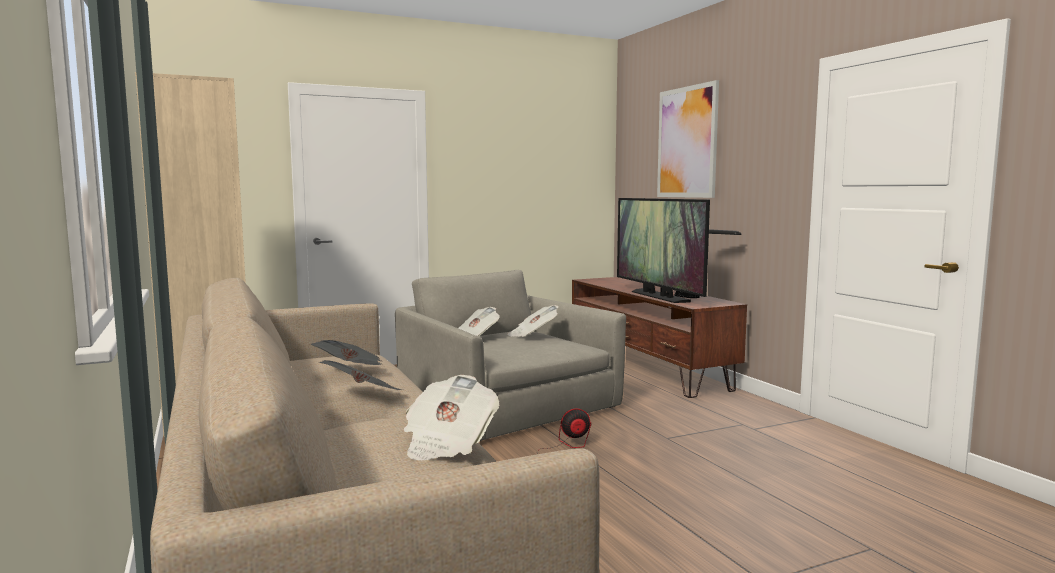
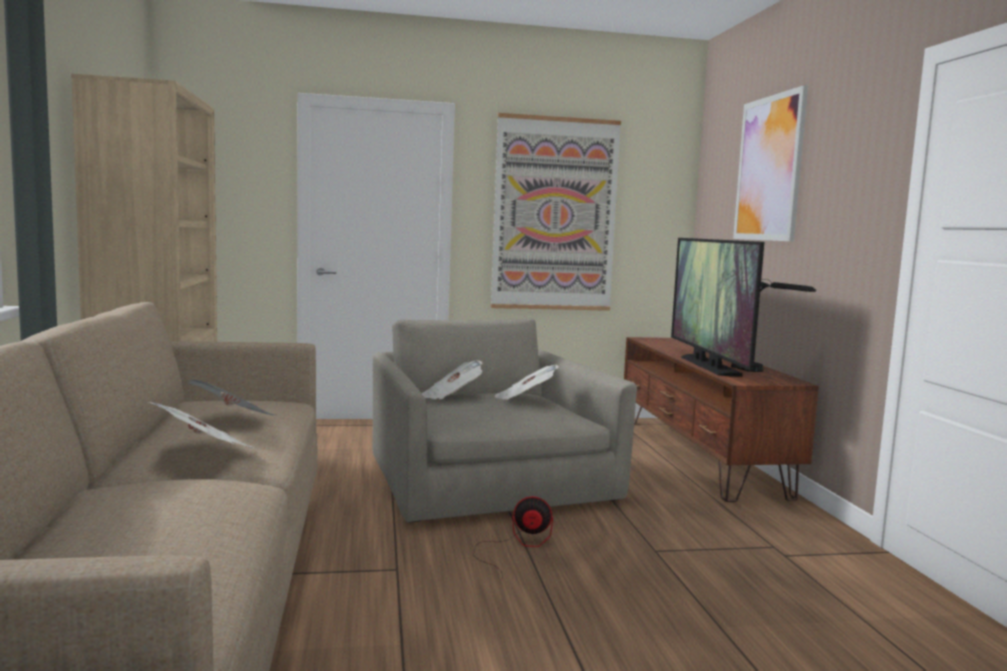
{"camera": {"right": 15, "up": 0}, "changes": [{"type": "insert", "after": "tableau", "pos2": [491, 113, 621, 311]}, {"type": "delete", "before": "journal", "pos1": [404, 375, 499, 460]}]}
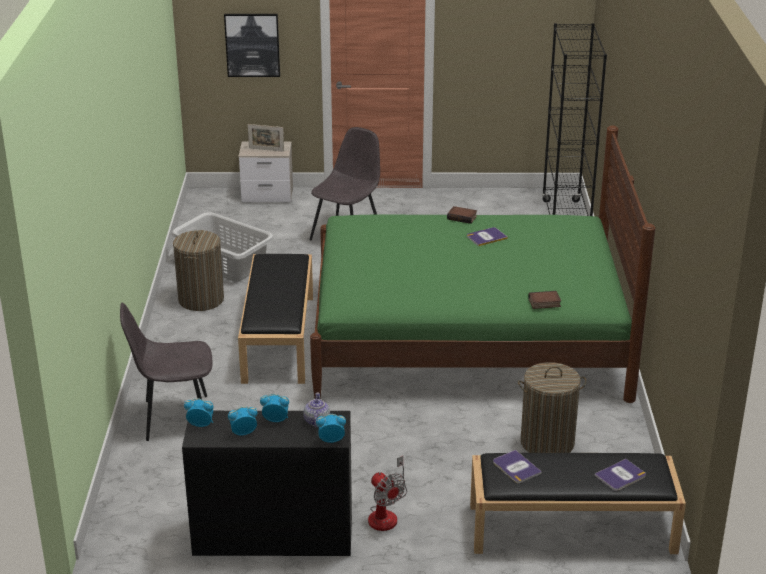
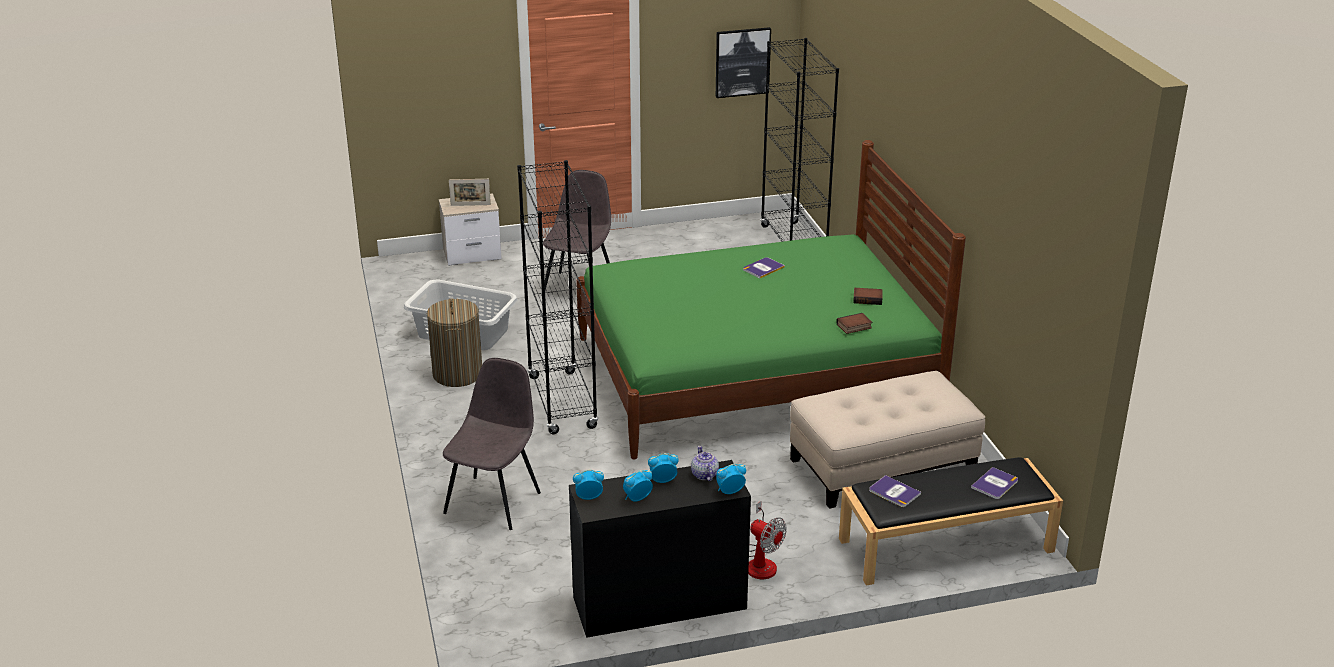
{"camera": {"right": -15, "up": 0}, "changes": [{"type": "rotate", "before": "chaise (gris)", "pos1": [120, 303, 212, 441], "pos2": [443, 358, 541, 530], "turn": 135}, {"type": "replace", "before": "banc (noir)", "after": "bibliothèque (noir)", "pos1": [238, 254, 313, 384], "pos2": [517, 160, 598, 434]}, {"type": "move", "before": "tableau", "pos1": [224, 14, 280, 77], "pos2": [716, 27, 771, 98]}, {"type": "replace", "before": "panier à linge", "after": "pouf (beige)", "pos1": [518, 362, 587, 453], "pos2": [790, 371, 985, 509]}, {"type": "move", "before": "livre", "pos1": [447, 206, 477, 224], "pos2": [853, 288, 882, 305]}]}
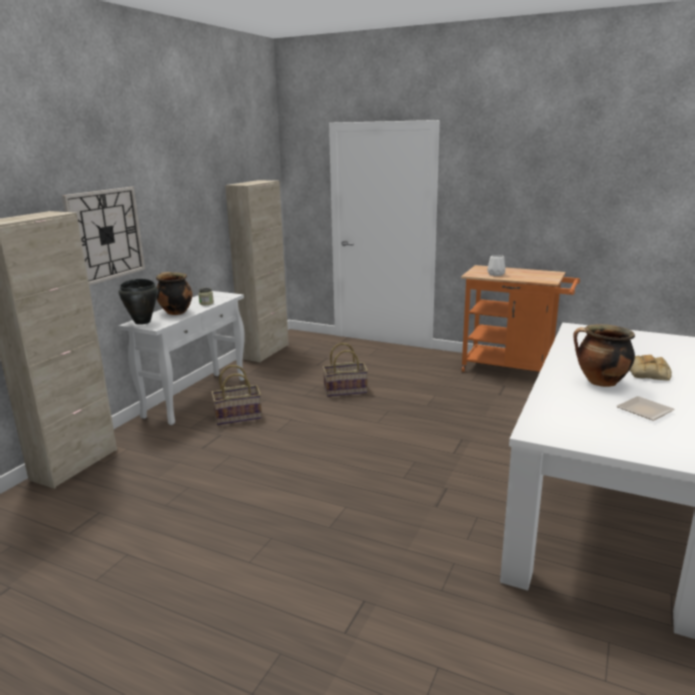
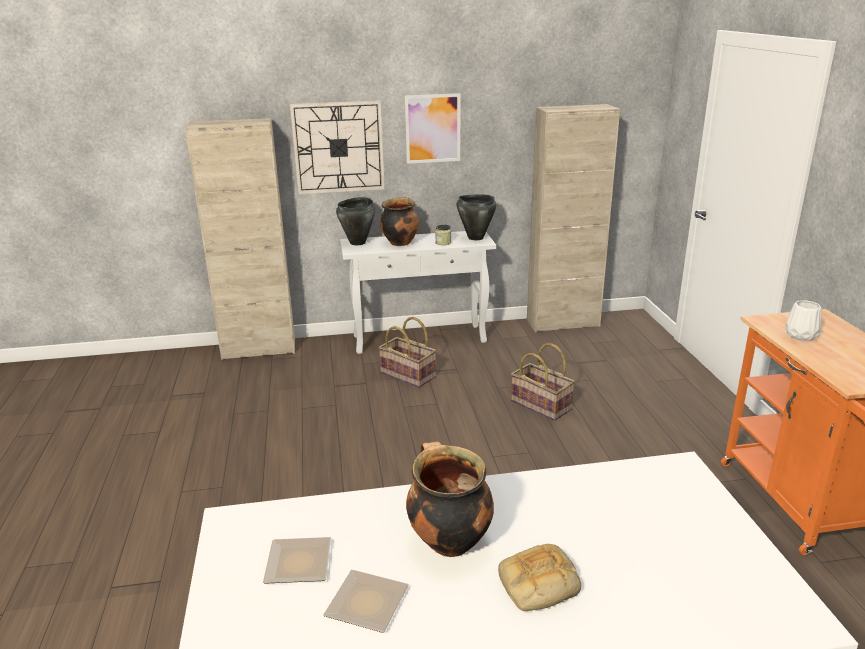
{"camera": {"right": 55, "up": 5}, "changes": [{"type": "insert", "after": "assiette", "pos2": [263, 537, 331, 584]}, {"type": "insert", "after": "tableau", "pos2": [405, 93, 460, 164]}, {"type": "insert", "after": "marmite (noir)", "pos2": [457, 194, 496, 240]}]}
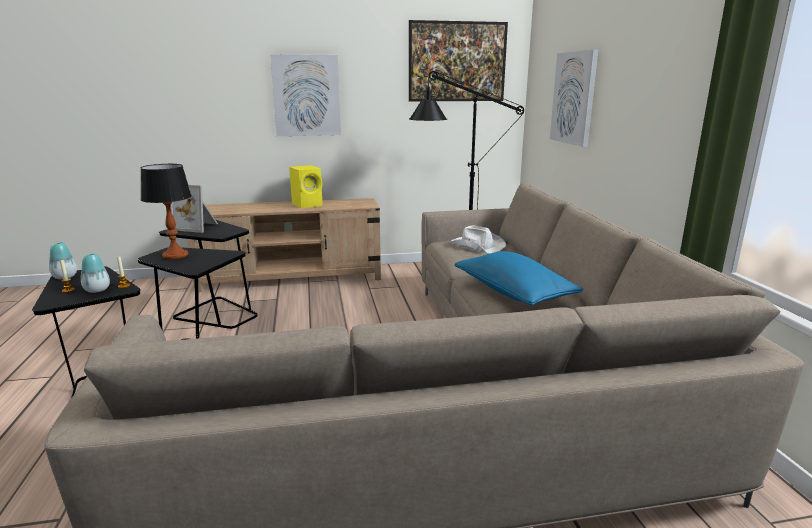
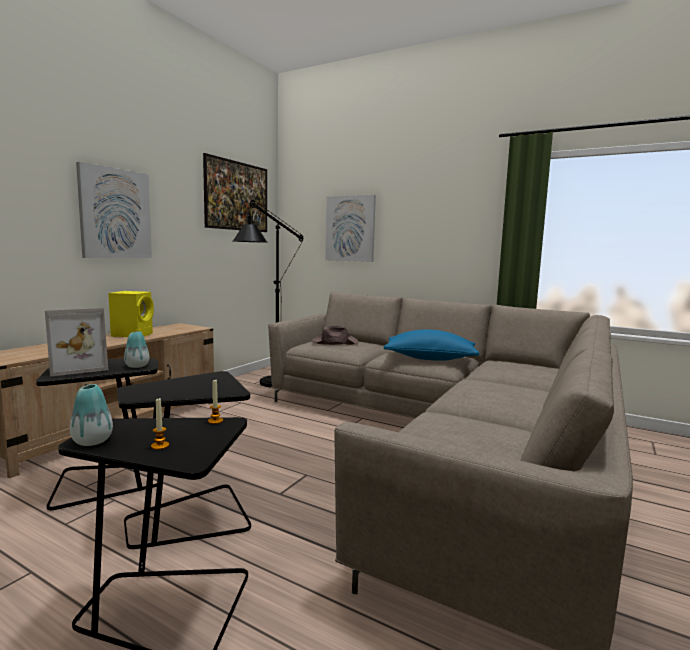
{"camera": {"right": -50, "up": -10}, "changes": [{"type": "move", "before": "vase", "pos1": [81, 254, 110, 293], "pos2": [124, 331, 149, 368]}, {"type": "recolor", "before": "chapeau (blanc)", "after": "chapeau (marron)", "pos1": [450, 225, 506, 253], "pos2": [312, 326, 359, 345]}, {"type": "delete", "before": "lampe de table", "pos1": [141, 164, 192, 260]}]}
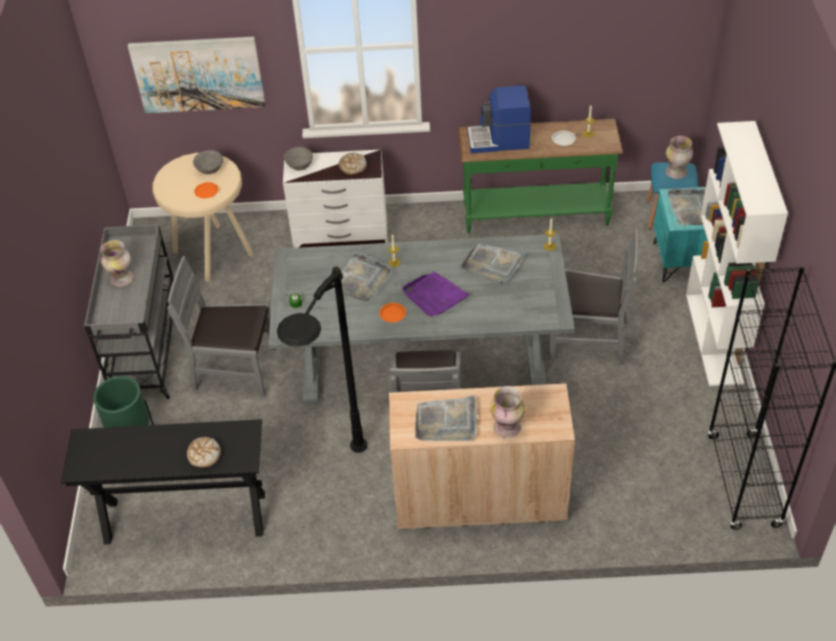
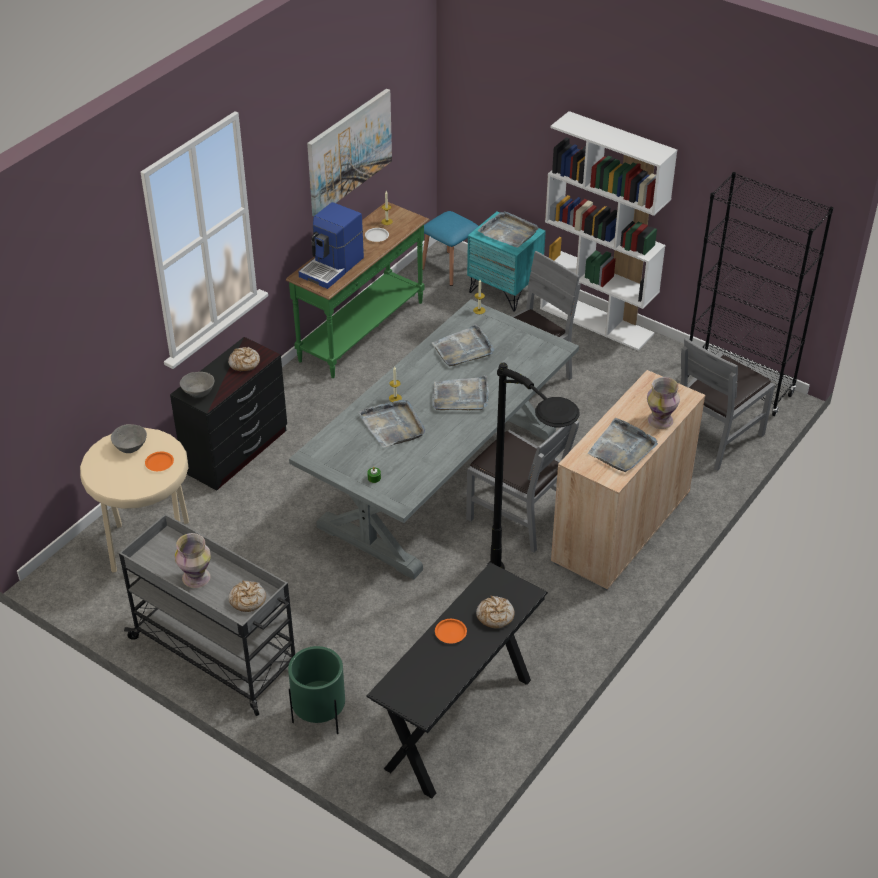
{"camera": {"right": -55, "up": -5}, "changes": [{"type": "recolor", "before": "commode (blanc)", "after": "commode (noir)", "pos1": [283, 149, 388, 248], "pos2": [170, 337, 287, 491]}, {"type": "insert", "after": "pain", "pos2": [229, 580, 266, 612]}, {"type": "move", "before": "tableau", "pos1": [128, 37, 266, 113], "pos2": [307, 89, 392, 217]}, {"type": "recolor", "before": "plateau (violet)", "after": "plateau (gris)", "pos1": [402, 271, 471, 317], "pos2": [433, 375, 489, 410]}, {"type": "move", "before": "assiette (orange)", "pos1": [379, 303, 406, 323], "pos2": [435, 619, 467, 643]}, {"type": "move", "before": "chaise (gris)", "pos1": [167, 256, 277, 397], "pos2": [681, 338, 775, 471]}, {"type": "delete", "before": "vase", "pos1": [666, 136, 693, 179]}]}
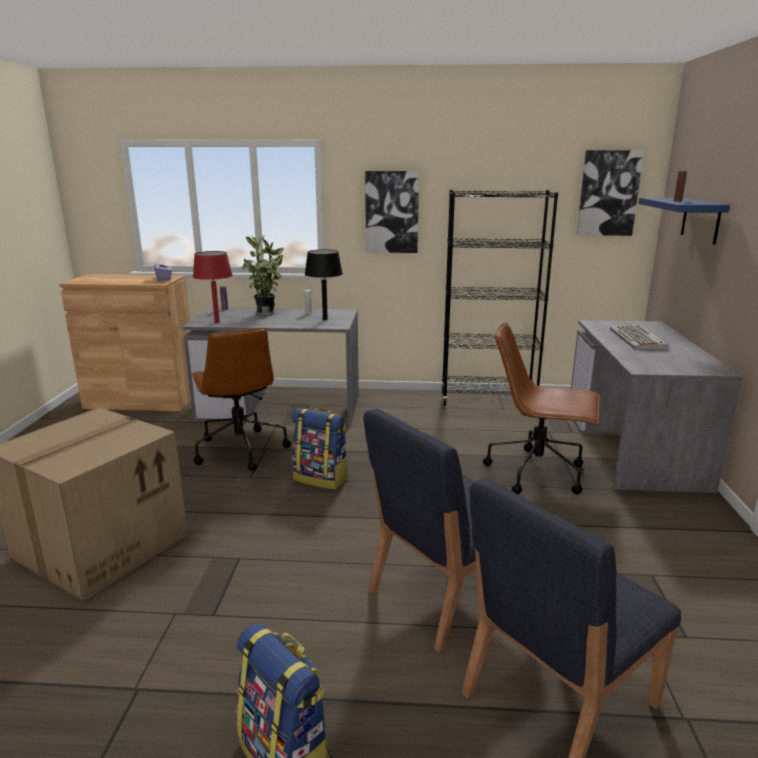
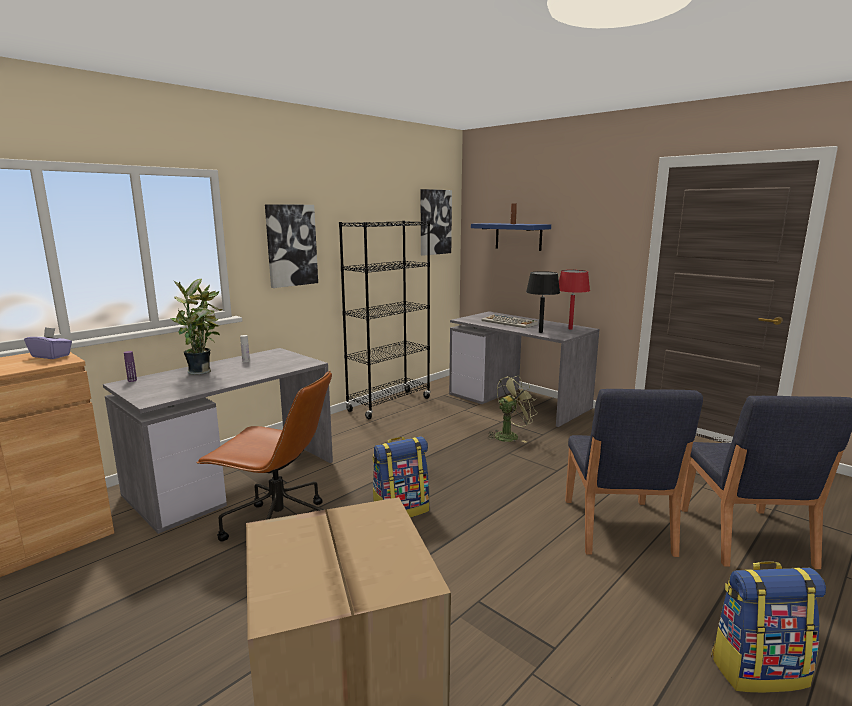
{"camera": {"right": -50, "up": -5}, "changes": [{"type": "replace", "before": "chaise de bureau (marron)", "after": "ventilateur (vert)", "pos1": [483, 322, 600, 494], "pos2": [487, 375, 538, 443]}, {"type": "move", "before": "lampe de table (noir)", "pos1": [305, 250, 343, 320], "pos2": [526, 271, 560, 333]}, {"type": "move", "before": "lampe de table (rouge)", "pos1": [193, 251, 233, 323], "pos2": [559, 270, 590, 330]}]}
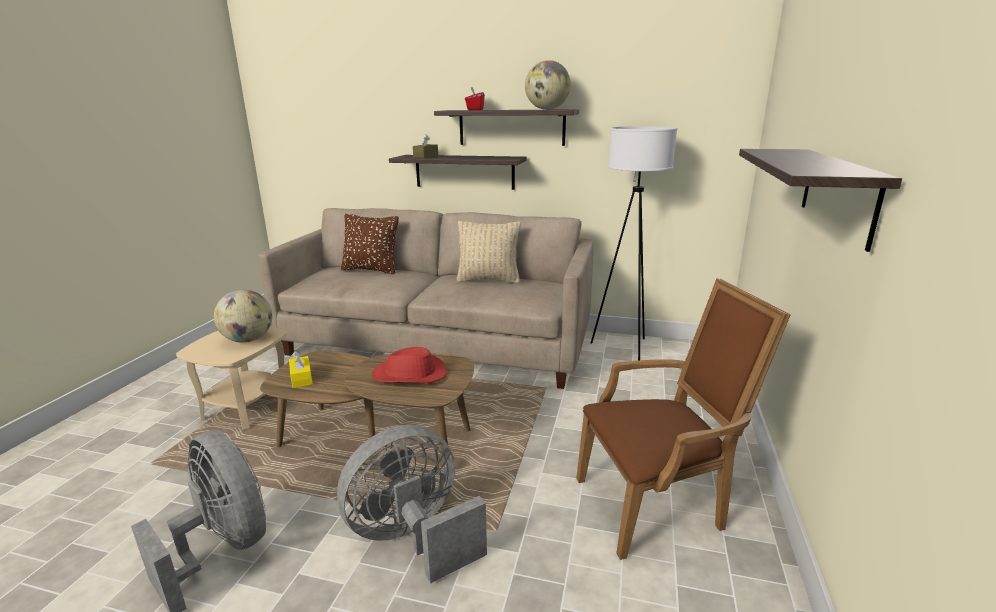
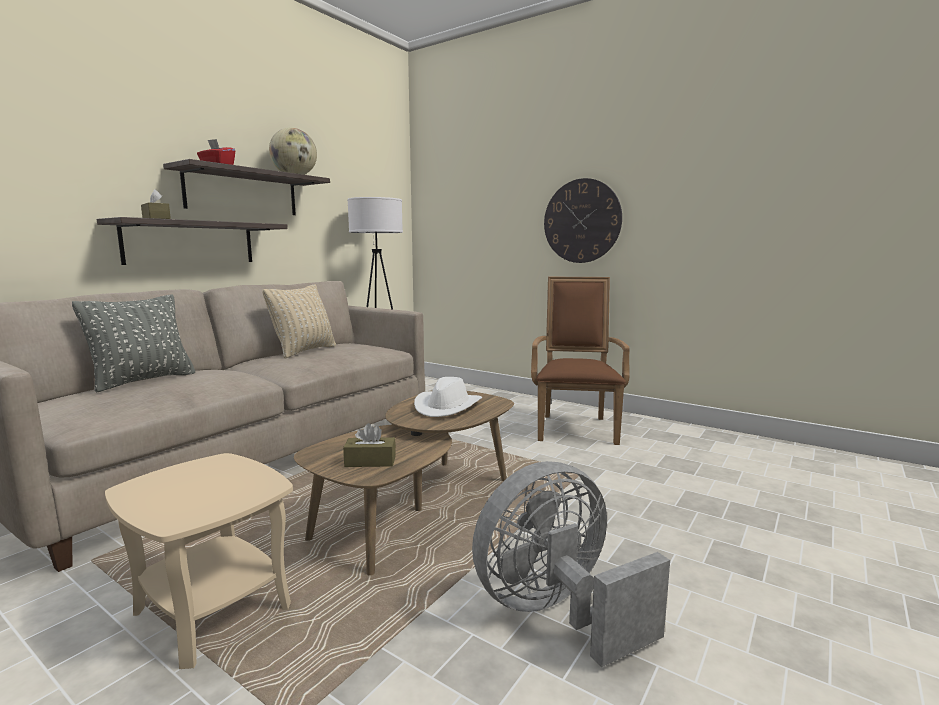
{"camera": {"right": -70, "up": -10}, "changes": [{"type": "recolor", "before": "coussin (marron)", "after": "coussin (gris)", "pos1": [341, 214, 399, 274], "pos2": [72, 294, 195, 392]}, {"type": "recolor", "before": "boîte à mouchoirs (jaune)", "after": "boîte à mouchoirs (marron)", "pos1": [289, 351, 313, 388], "pos2": [343, 423, 396, 467]}, {"type": "recolor", "before": "chapeau (rouge)", "after": "chapeau (blanc)", "pos1": [371, 347, 447, 383], "pos2": [414, 377, 482, 417]}, {"type": "replace", "before": "étagère", "after": "horloge murale", "pos1": [739, 149, 902, 252], "pos2": [544, 178, 622, 263]}, {"type": "delete", "before": "globe", "pos1": [214, 290, 273, 343]}, {"type": "delete", "before": "ventilateur (gris)", "pos1": [337, 425, 487, 583]}]}
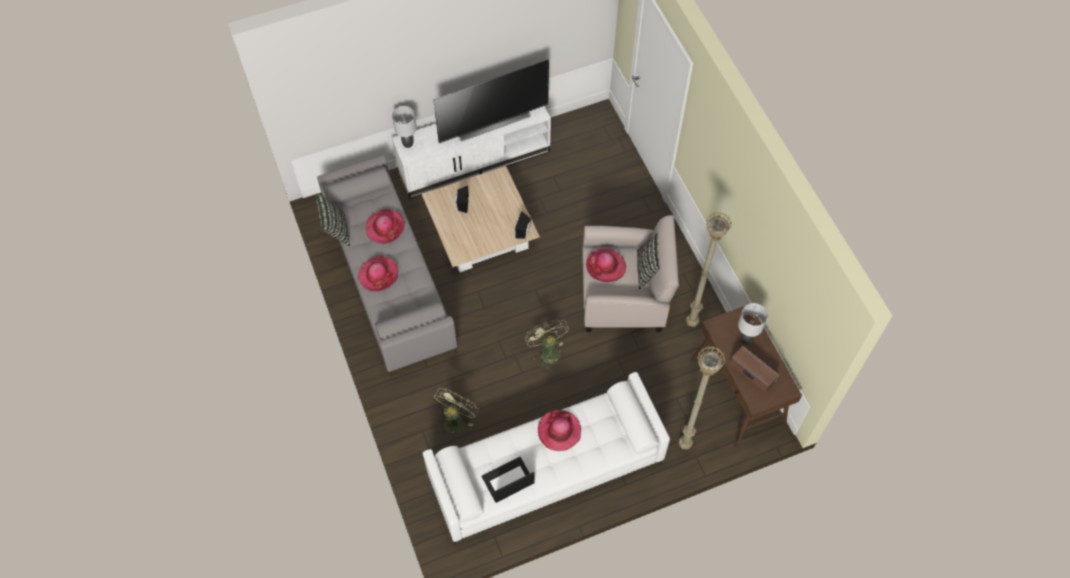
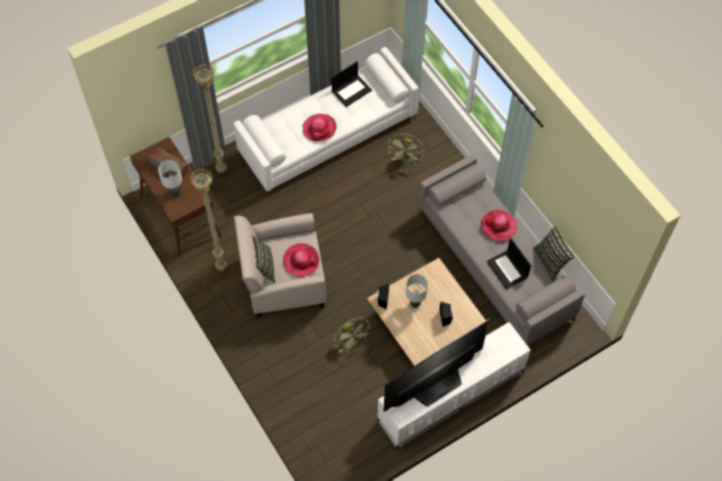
{"camera": {"right": 170, "up": 0}, "changes": [{"type": "move", "before": "ventilateur (vert)", "pos1": [525, 319, 569, 369], "pos2": [334, 317, 371, 353]}, {"type": "move", "before": "lampe de table (gris)", "pos1": [392, 106, 417, 148], "pos2": [406, 274, 428, 308]}, {"type": "replace", "before": "chapeau", "after": "ordinateur portable", "pos1": [365, 209, 405, 244], "pos2": [487, 238, 531, 289]}]}
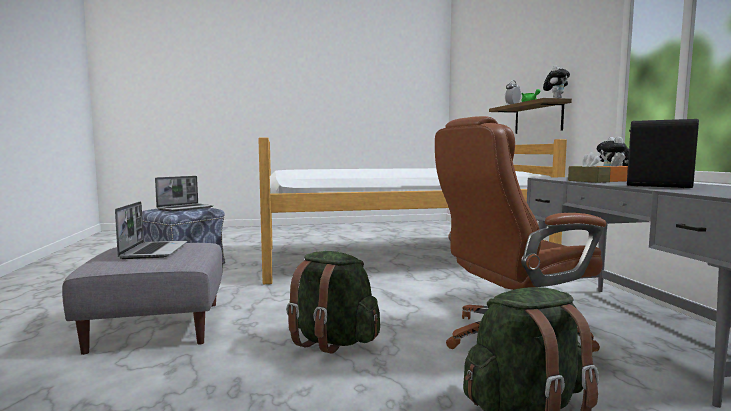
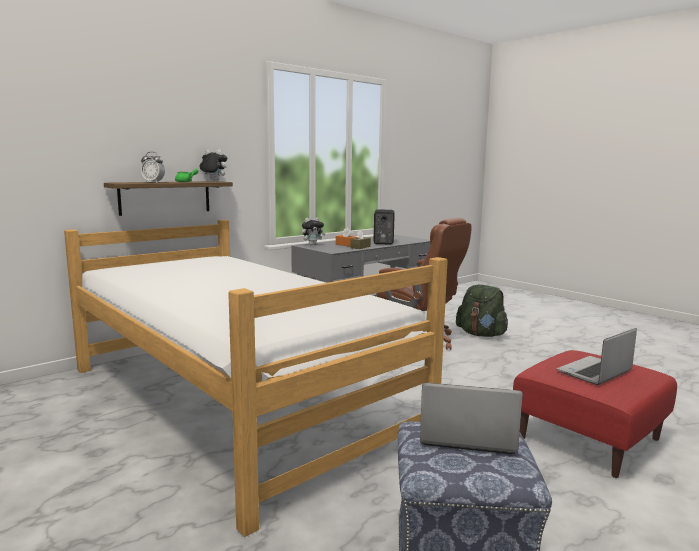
{"camera": {"right": -120, "up": 5}, "changes": [{"type": "recolor", "before": "pouf (gris)", "after": "pouf (rouge)", "pos1": [62, 243, 223, 355], "pos2": [513, 350, 677, 478]}, {"type": "delete", "before": "sac à dos (vert)", "pos1": [286, 251, 380, 354]}]}
